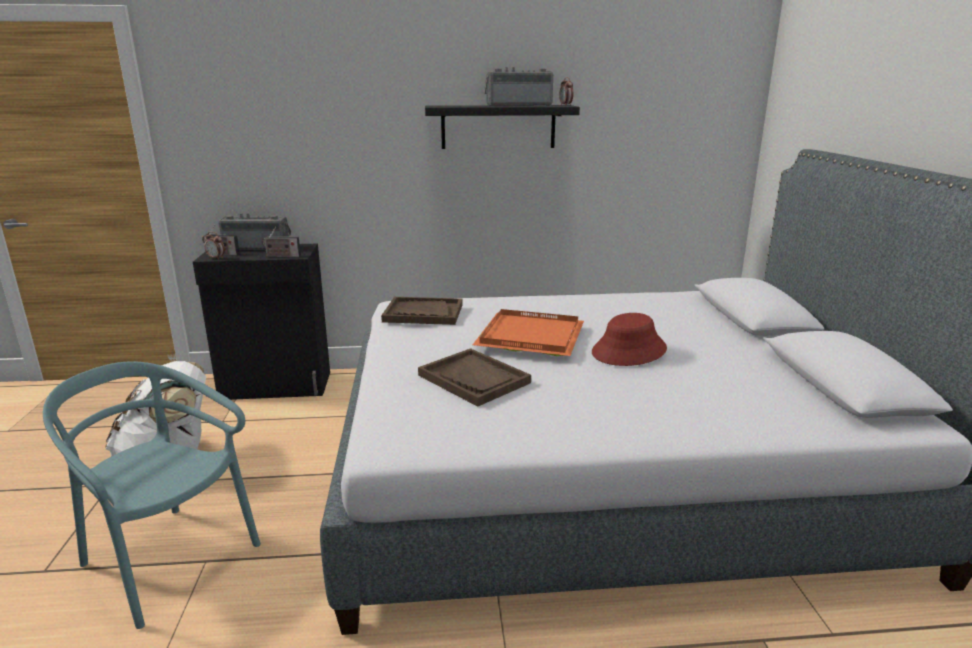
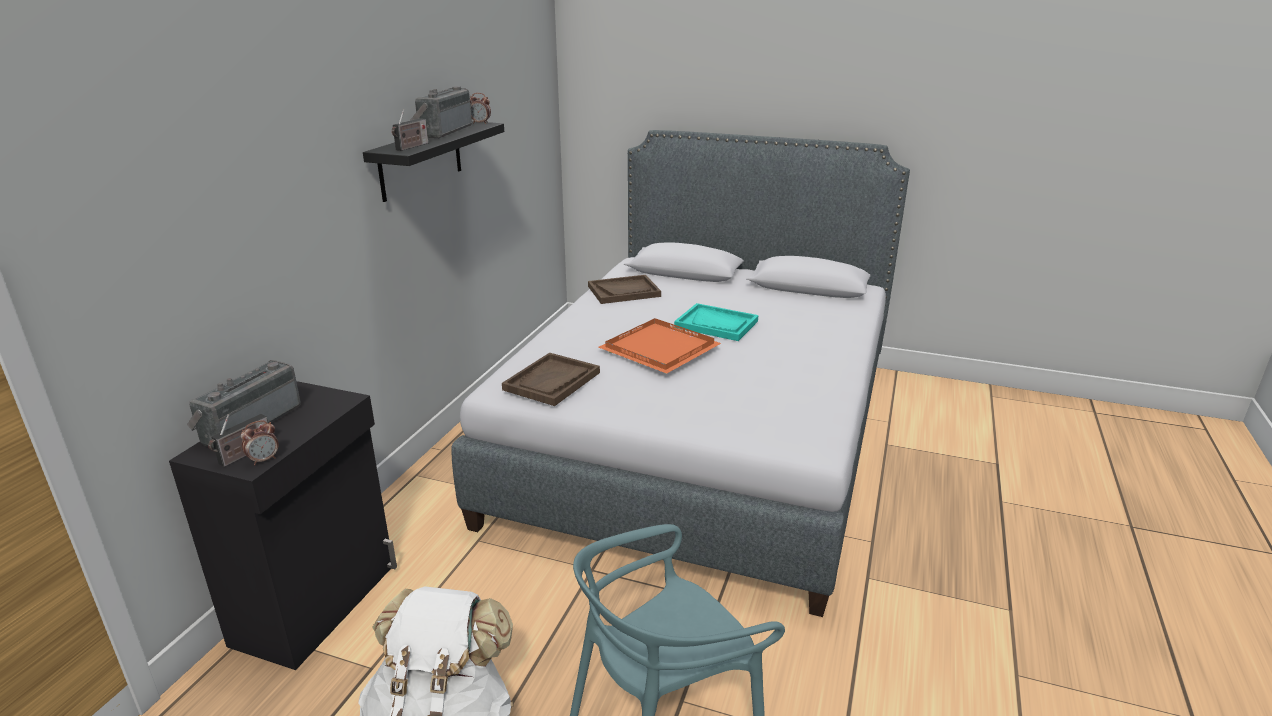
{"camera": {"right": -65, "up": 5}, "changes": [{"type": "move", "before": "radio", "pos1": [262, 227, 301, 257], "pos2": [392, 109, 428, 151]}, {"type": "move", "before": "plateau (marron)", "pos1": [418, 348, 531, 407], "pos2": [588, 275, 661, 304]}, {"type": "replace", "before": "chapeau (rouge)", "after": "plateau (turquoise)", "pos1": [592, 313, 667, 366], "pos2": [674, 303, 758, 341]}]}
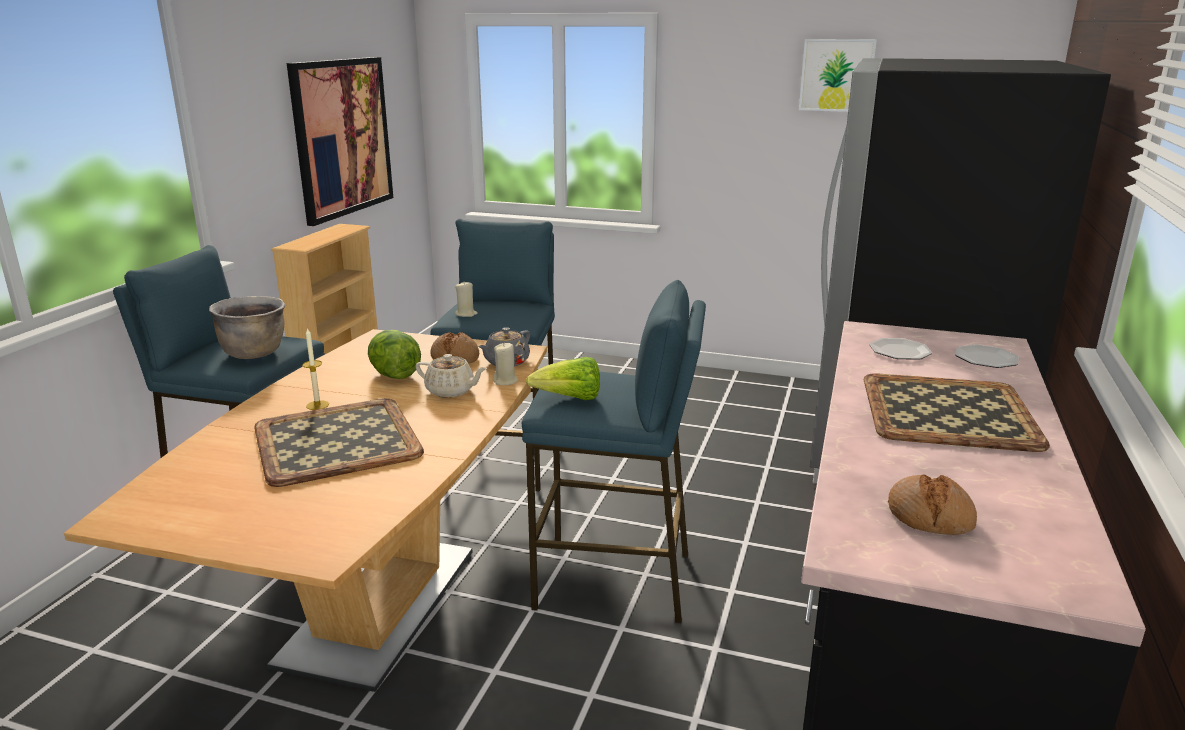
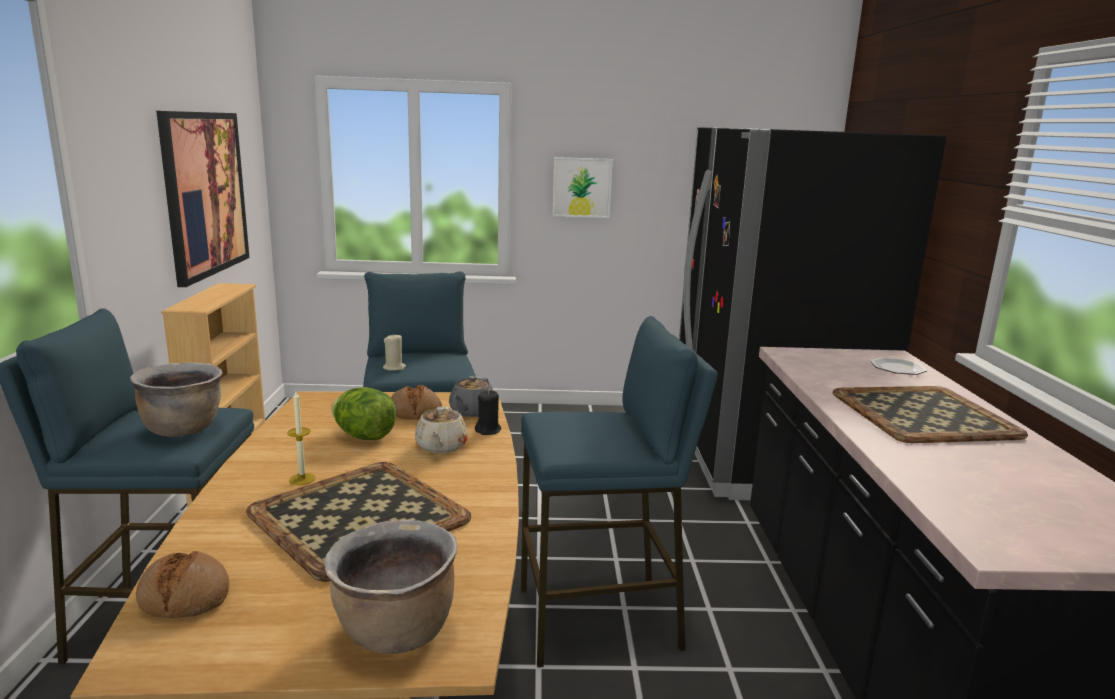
{"camera": {"right": -20, "up": -5}, "changes": [{"type": "move", "before": "pain", "pos1": [888, 474, 977, 535], "pos2": [136, 551, 229, 618]}, {"type": "insert", "after": "marmite (marron)", "pos2": [324, 520, 457, 654]}, {"type": "rotate", "before": "théière (beige)", "pos1": [415, 354, 487, 398], "pos2": [415, 406, 468, 454], "turn": 90}, {"type": "recolor", "before": "bougie (beige)", "after": "bougie (noir)", "pos1": [493, 343, 519, 385], "pos2": [475, 390, 501, 435]}, {"type": "move", "before": "tableau", "pos1": [799, 39, 877, 112], "pos2": [552, 157, 613, 218]}, {"type": "delete", "before": "laitue", "pos1": [526, 357, 600, 400]}, {"type": "delete", "before": "assiette", "pos1": [869, 338, 932, 360]}]}
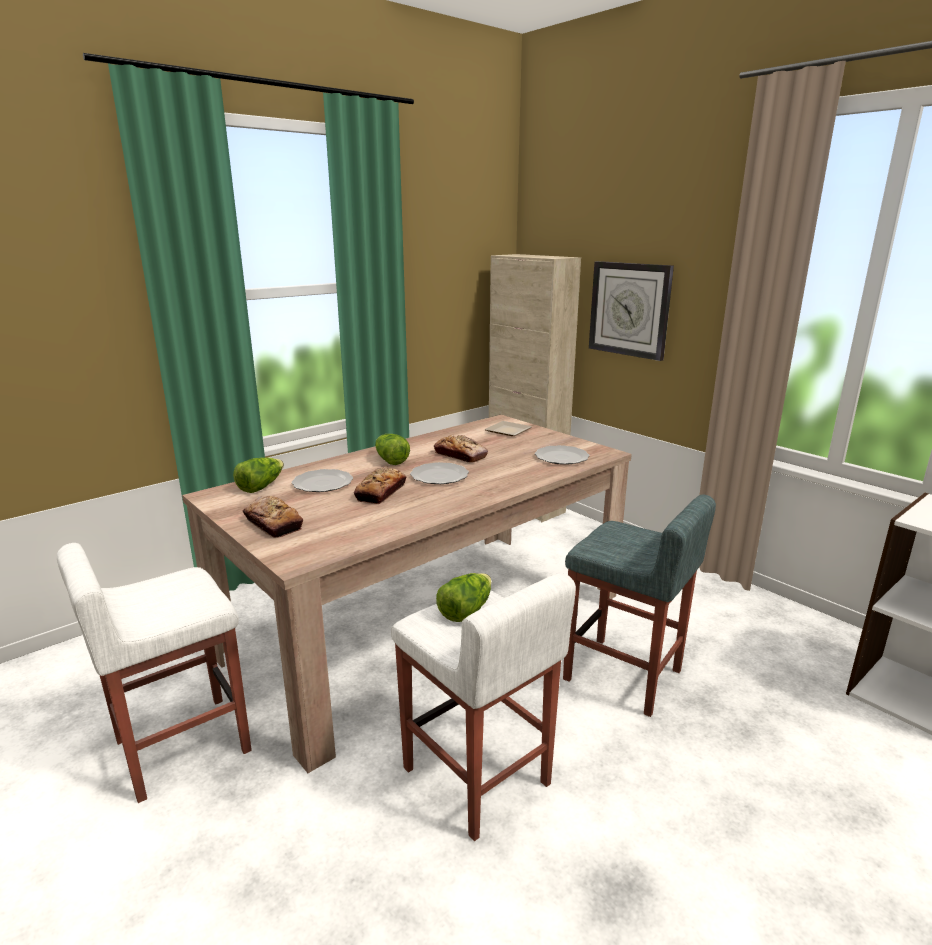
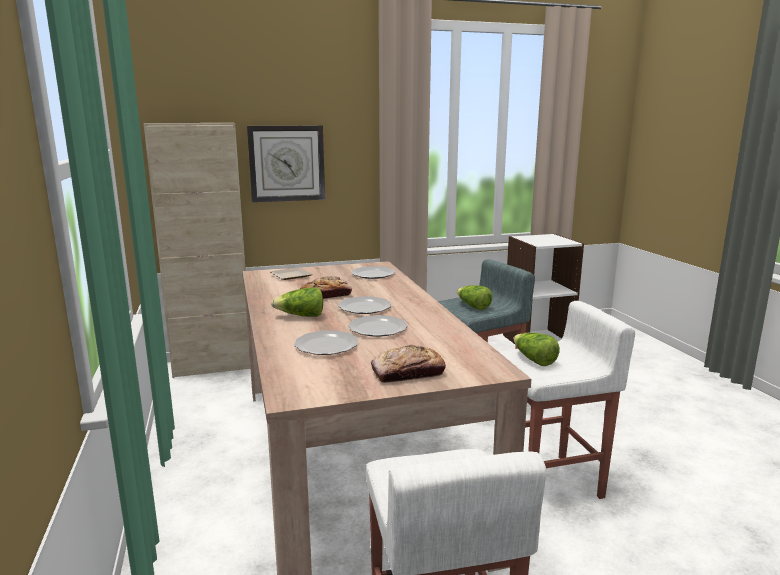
{"camera": {"right": -65, "up": -5}, "changes": [{"type": "replace", "before": "pain", "after": "assiette", "pos1": [354, 466, 406, 504], "pos2": [348, 315, 408, 337]}, {"type": "move", "before": "laitue", "pos1": [233, 457, 284, 493], "pos2": [457, 285, 492, 310]}]}
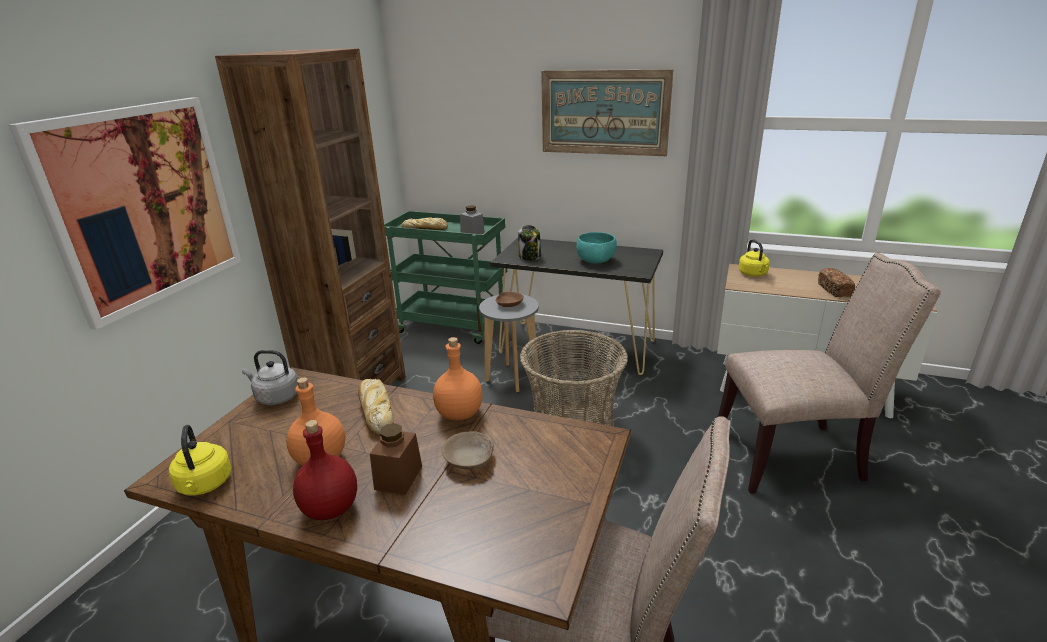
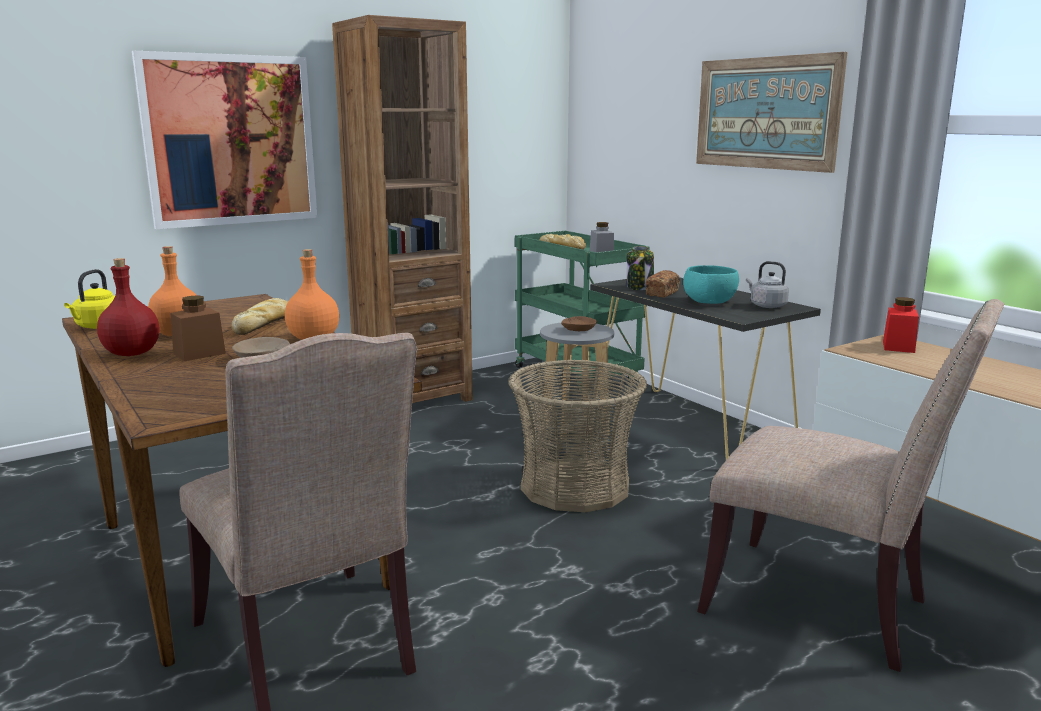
{"camera": {"right": 35, "up": -10}, "changes": [{"type": "move", "before": "pain", "pos1": [818, 268, 855, 297], "pos2": [646, 270, 680, 298]}, {"type": "move", "before": "bouilloire (gris)", "pos1": [242, 350, 298, 405], "pos2": [746, 261, 789, 308]}, {"type": "replace", "before": "bouilloire (jaune)", "after": "bocal (rouge)", "pos1": [738, 239, 770, 277], "pos2": [883, 297, 919, 353]}]}
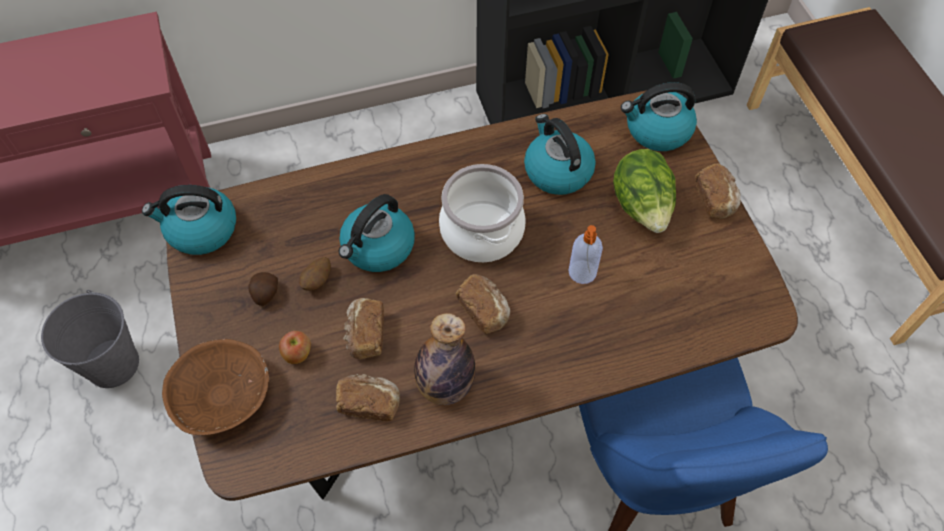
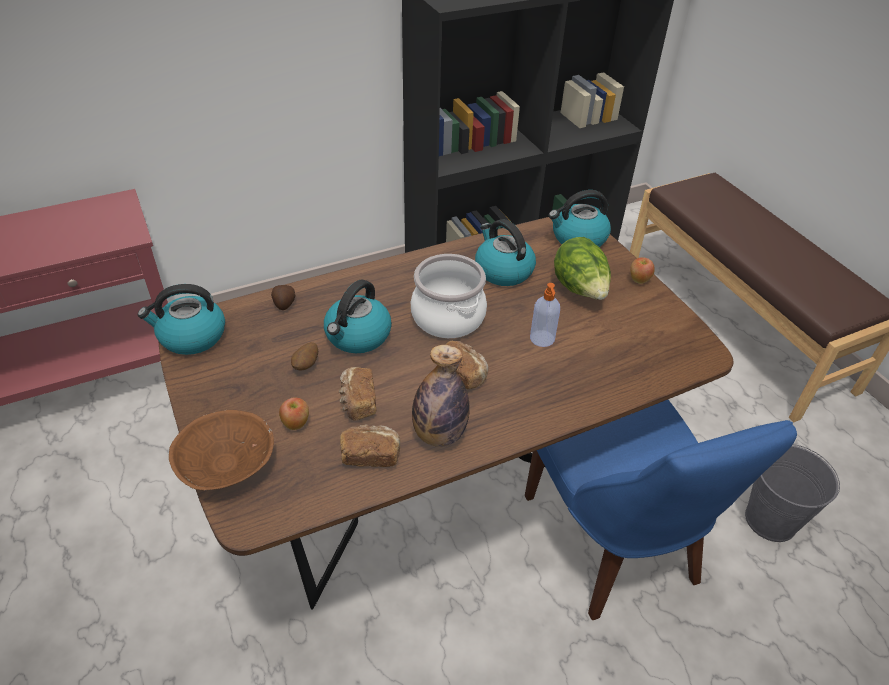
{"camera": {"right": -10, "up": -15}, "changes": [{"type": "move", "before": "pomme de terre", "pos1": [249, 272, 278, 306], "pos2": [271, 285, 295, 310]}, {"type": "replace", "before": "pain", "after": "pomme", "pos1": [695, 163, 741, 218], "pos2": [630, 258, 655, 284]}, {"type": "move", "before": "seau (gris)", "pos1": [41, 290, 139, 388], "pos2": [745, 444, 840, 542]}]}
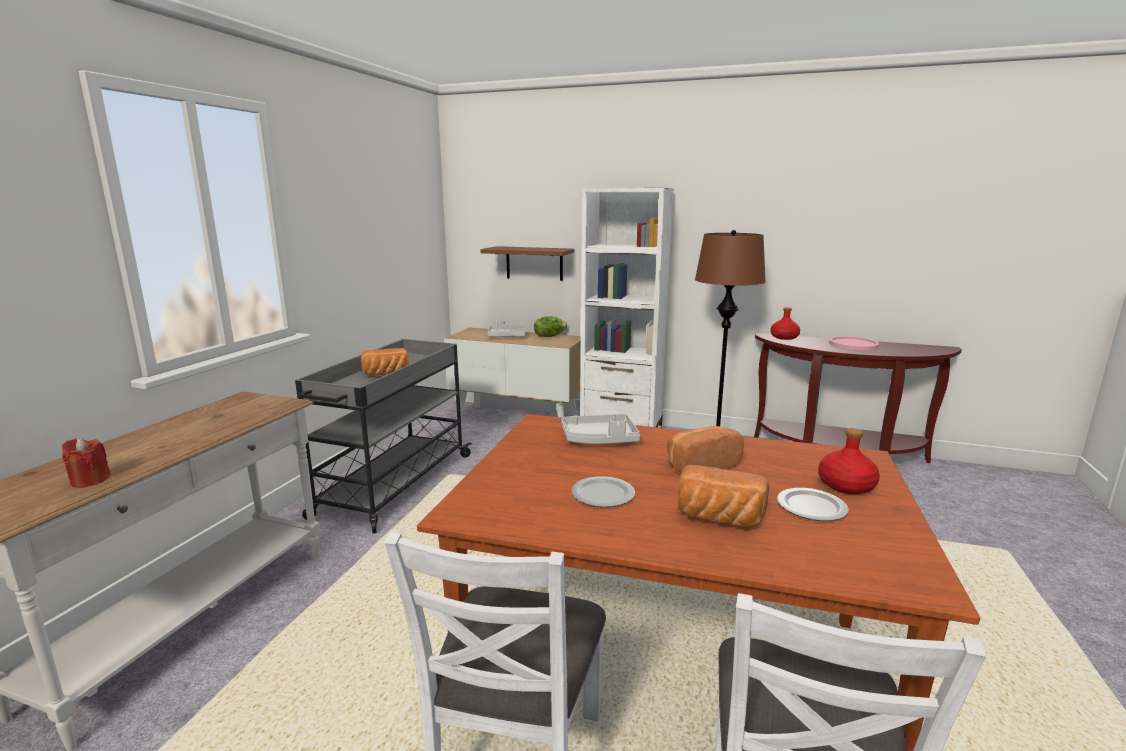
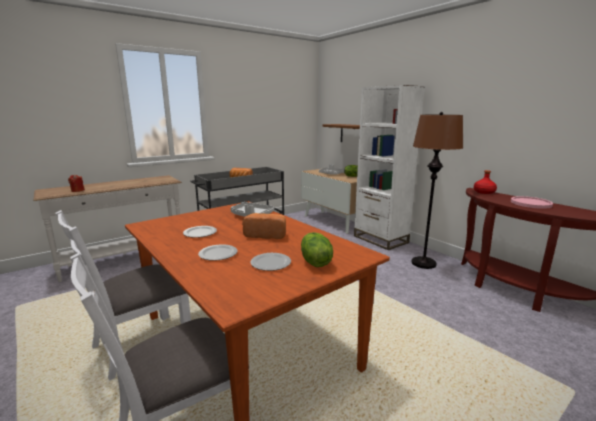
{"camera": {"right": 35, "up": 0}, "changes": [{"type": "replace", "before": "pain", "after": "assiette", "pos1": [678, 465, 769, 528], "pos2": [198, 244, 237, 261]}, {"type": "replace", "before": "bouteille (rouge)", "after": "laitue", "pos1": [818, 428, 880, 494], "pos2": [301, 232, 333, 267]}]}
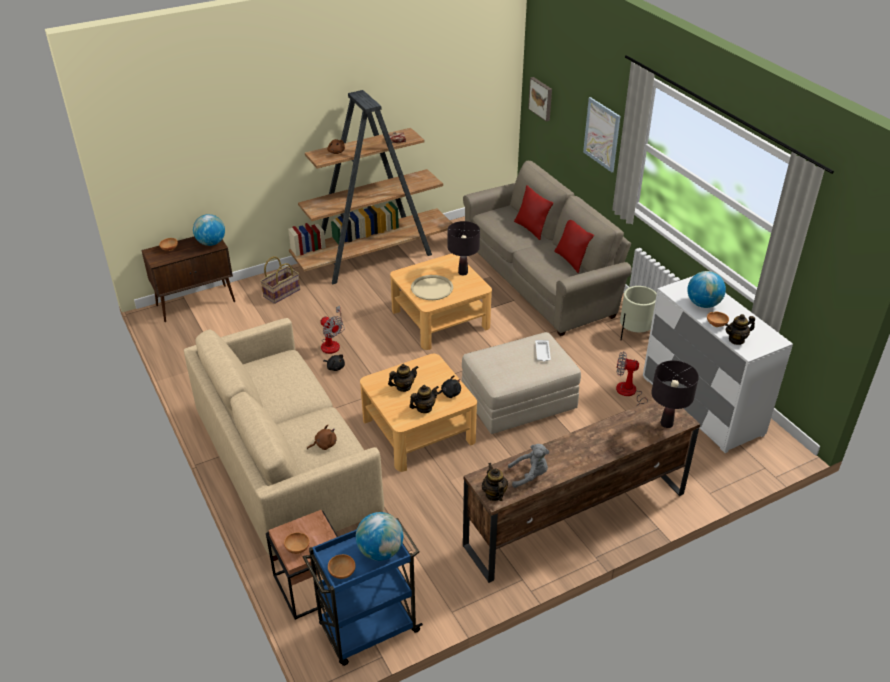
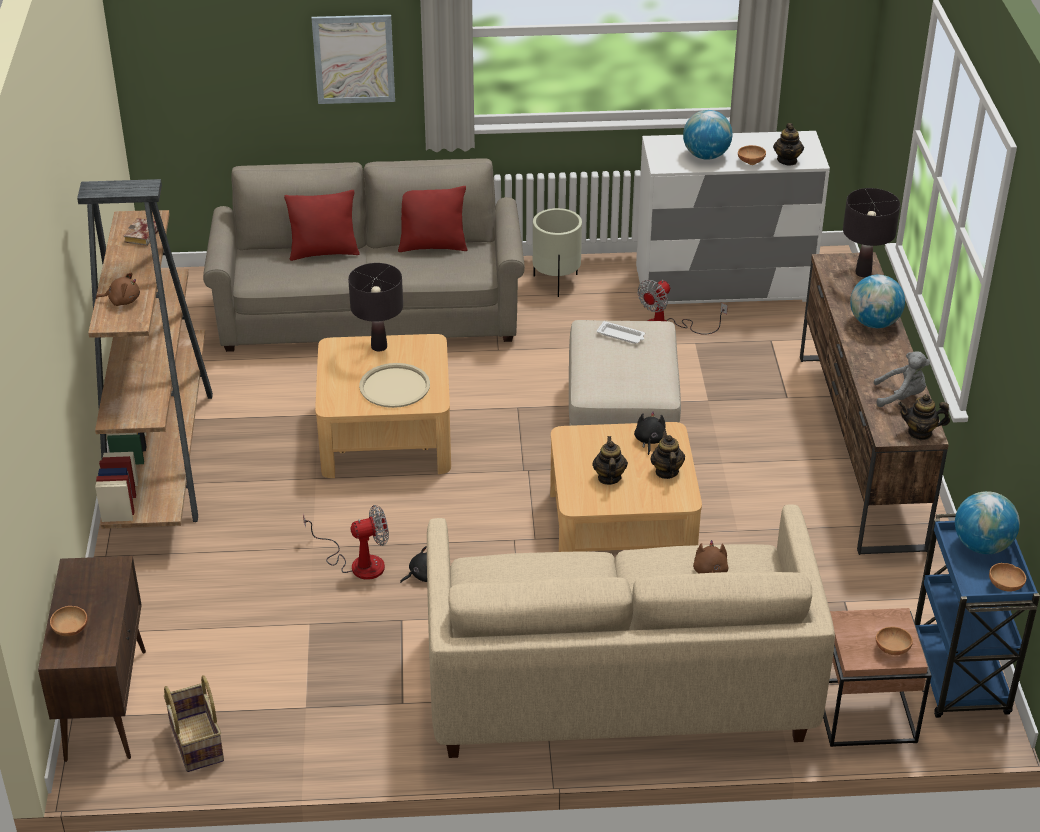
{"camera": {"right": -65, "up": 0}, "changes": [{"type": "move", "before": "panier", "pos1": [260, 256, 300, 304], "pos2": [164, 675, 224, 772]}, {"type": "move", "before": "globe", "pos1": [193, 214, 225, 246], "pos2": [850, 275, 905, 328]}, {"type": "rotate", "before": "peluche (gris)", "pos1": [508, 444, 549, 488], "pos2": [873, 351, 930, 407], "turn": 75}, {"type": "delete", "before": "tableau", "pos1": [528, 77, 552, 122]}]}
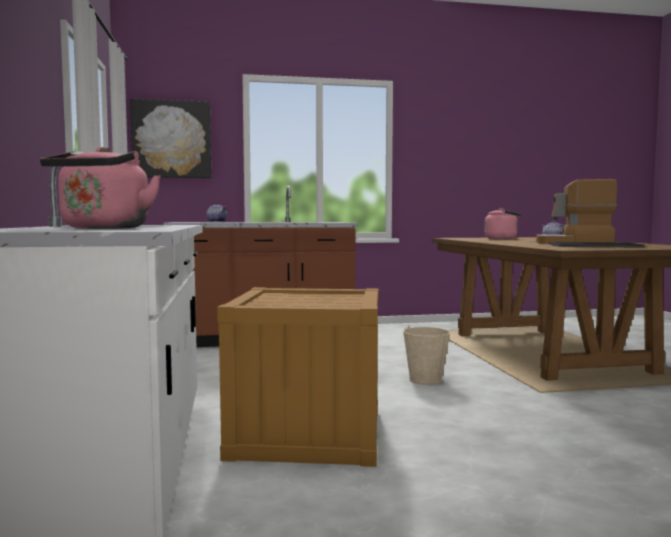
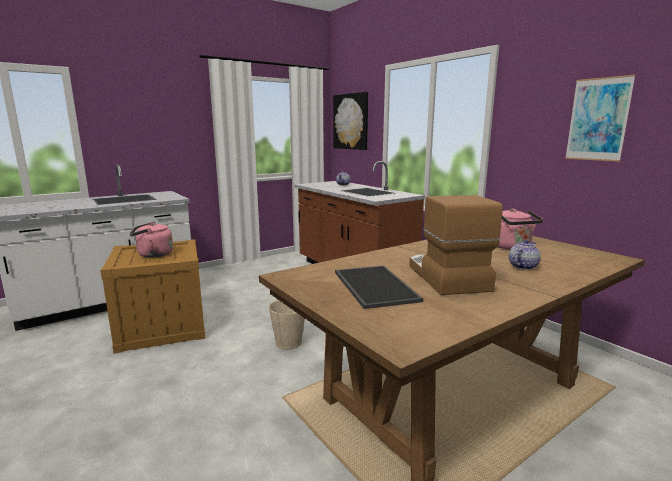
{"camera": {"right": 65, "up": 10}, "changes": [{"type": "move", "before": "bouilloire (rose)", "pos1": [40, 147, 161, 229], "pos2": [130, 222, 173, 258]}, {"type": "insert", "after": "tableau", "pos2": [565, 75, 636, 162]}]}
